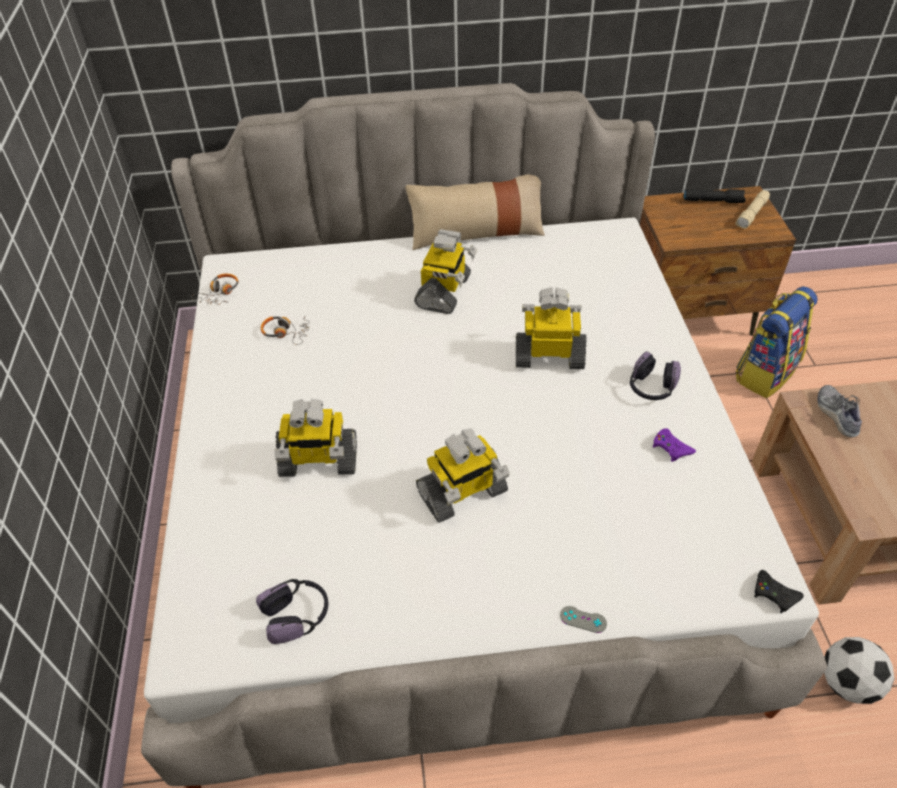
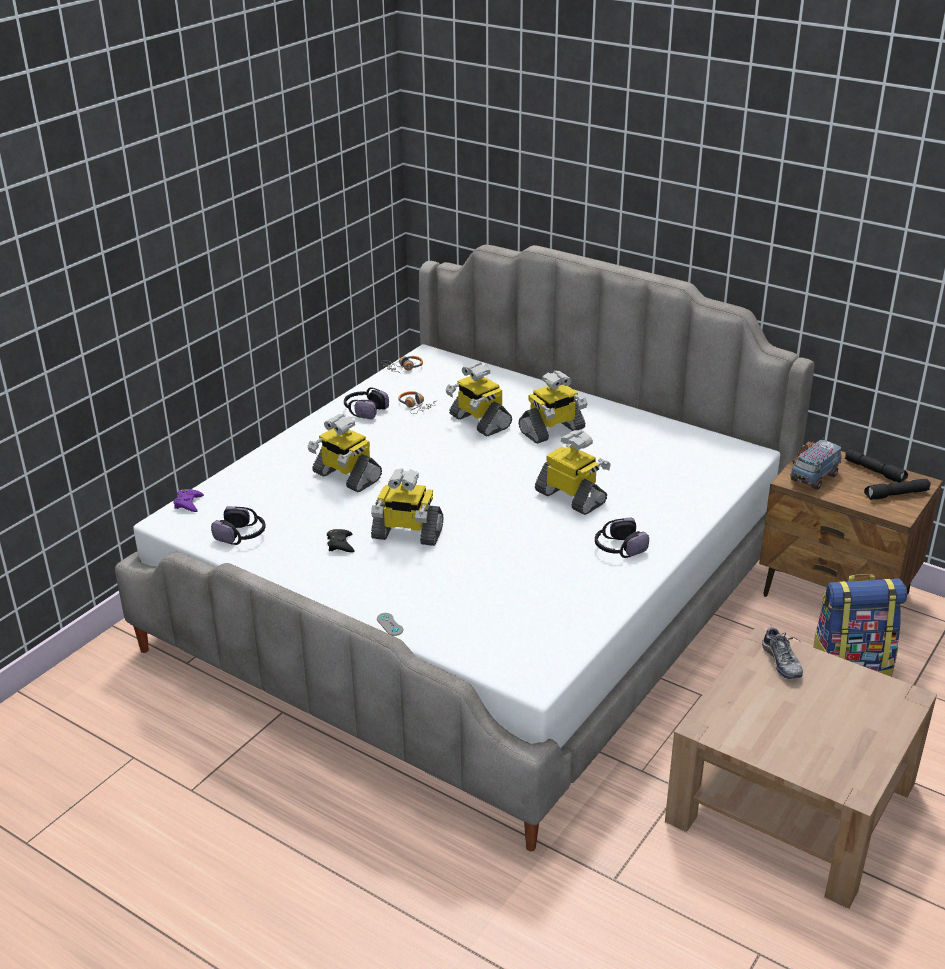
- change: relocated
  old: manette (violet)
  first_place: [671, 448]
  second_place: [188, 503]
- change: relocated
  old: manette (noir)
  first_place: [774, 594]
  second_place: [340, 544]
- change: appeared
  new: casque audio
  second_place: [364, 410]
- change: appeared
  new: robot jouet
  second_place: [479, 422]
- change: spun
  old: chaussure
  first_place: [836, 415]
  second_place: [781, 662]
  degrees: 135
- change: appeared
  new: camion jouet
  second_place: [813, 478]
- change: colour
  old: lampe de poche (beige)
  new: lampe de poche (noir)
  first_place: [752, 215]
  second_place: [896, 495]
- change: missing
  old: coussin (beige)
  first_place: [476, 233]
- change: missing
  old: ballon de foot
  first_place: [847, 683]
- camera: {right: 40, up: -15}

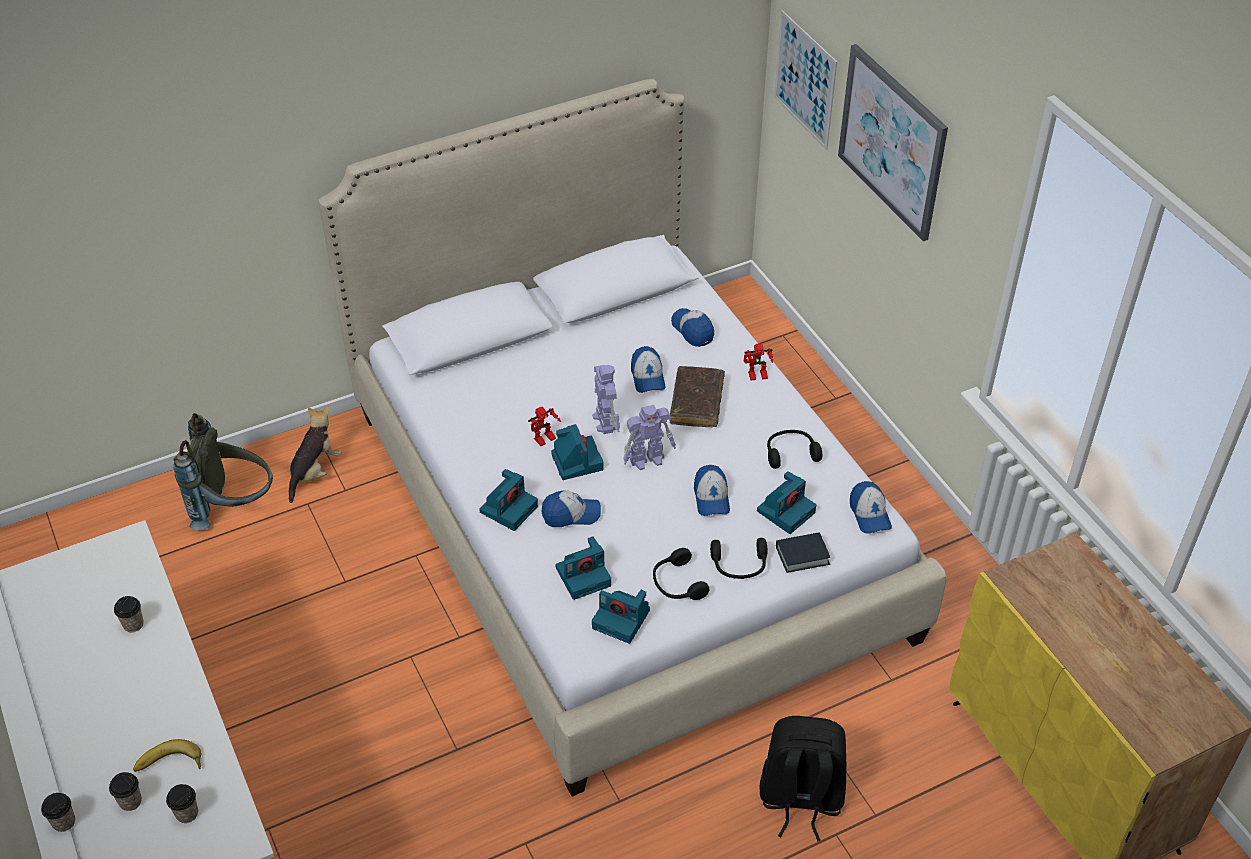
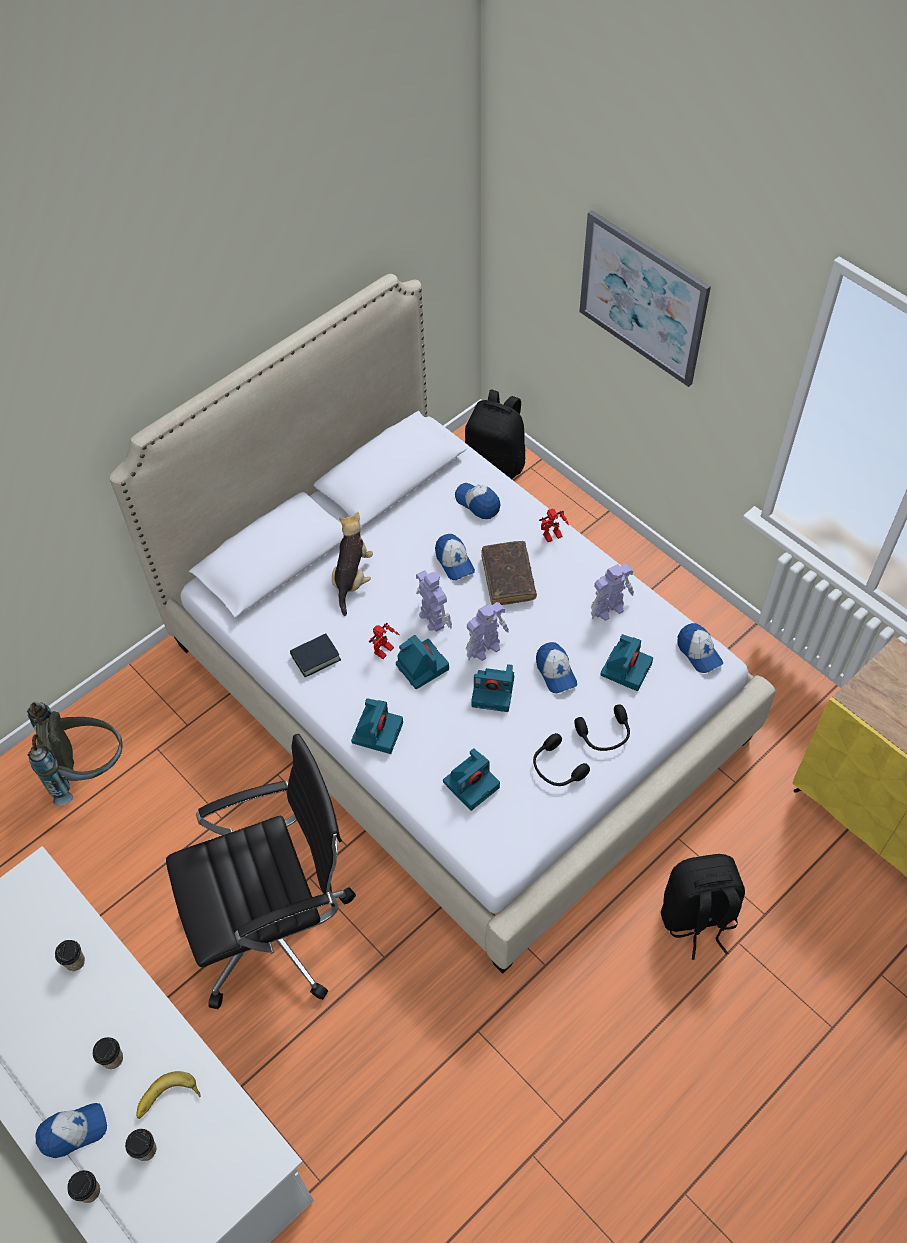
- change: relocated
  old: casquette
  first_place: [571, 514]
  second_place: [73, 1131]
- change: relocated
  old: tasse
  first_place: [187, 813]
  second_place: [113, 1059]
- change: appeared
  new: chaise de bureau (noir)
  second_place: [275, 928]
- change: relocated
  old: livre
  first_place: [802, 555]
  second_place: [315, 657]
- change: relocated
  old: peluche
  first_place: [314, 472]
  second_place: [352, 578]
- change: appeared
  new: sac à dos (noir)
  second_place: [496, 463]
- change: relocated
  old: appareil photo
  first_place: [622, 619]
  second_place: [494, 691]
- change: exchanged
  old: casque audio (noir)
  new: robot jouet
  first_place: [790, 453]
  second_place: [609, 608]
- change: missing
  old: tableau
  first_place: [805, 80]
- camera: {right: -15, up: 10}

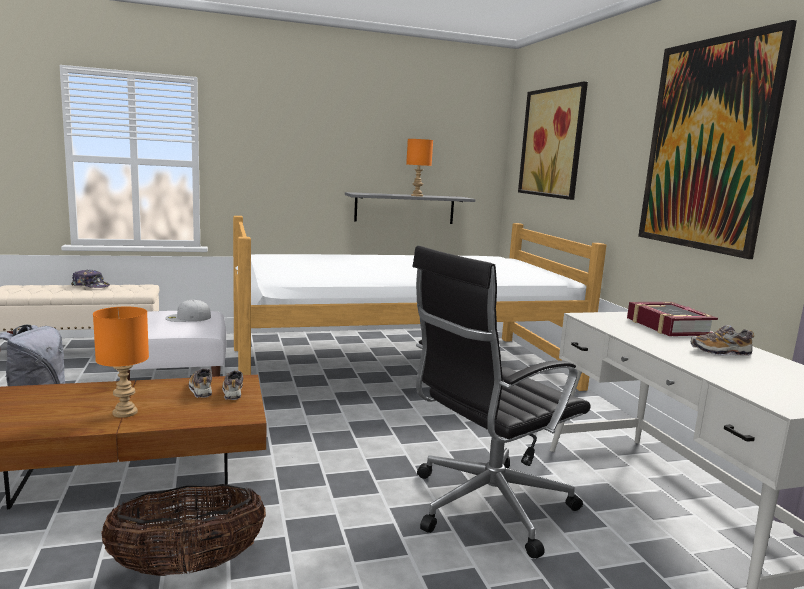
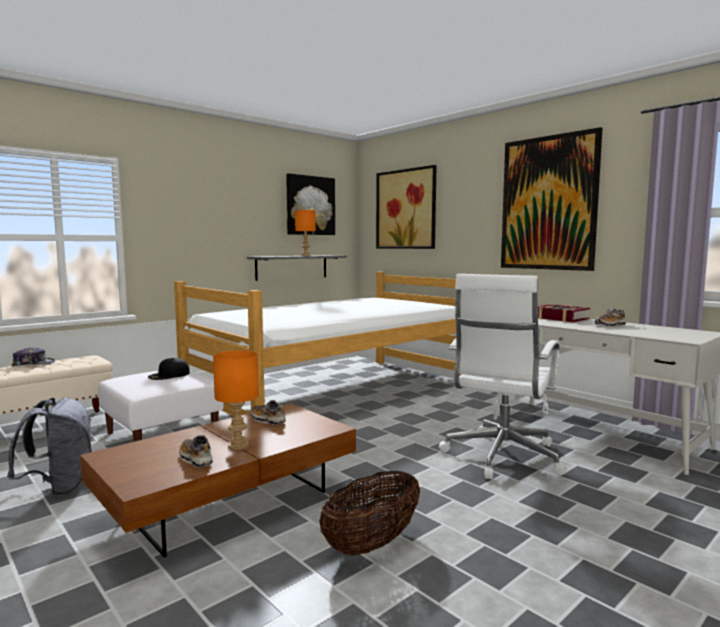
- change: colour
  old: casquette (blanc)
  new: casquette (noir)
  first_place: [188, 318]
  second_place: [168, 375]
- change: relocated
  old: chaussure
  first_place: [233, 391]
  second_place: [195, 459]
- change: appeared
  new: tableau
  second_place: [310, 205]
- change: colour
  old: chaise de bureau (noir)
  new: chaise de bureau (blanc)
  first_place: [485, 506]
  second_place: [501, 457]
- camera: {right: -25, up: -5}

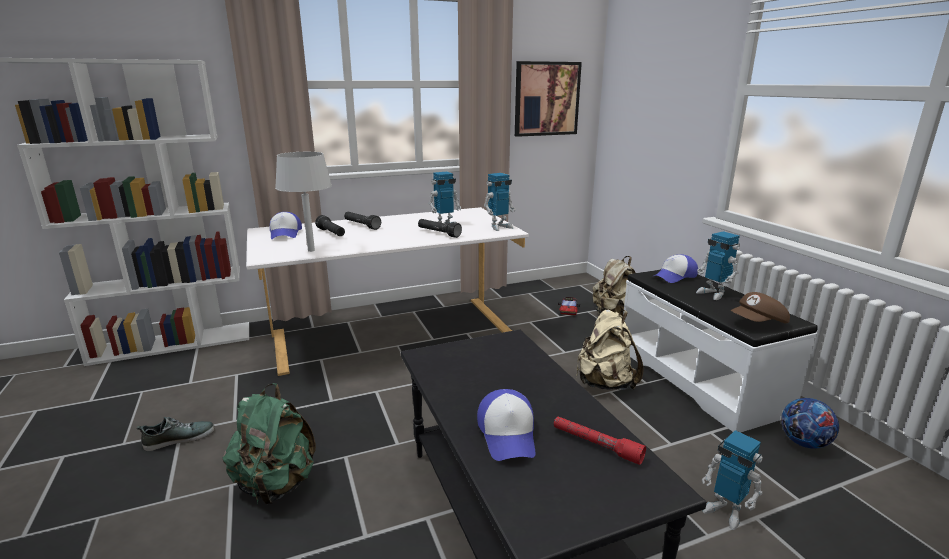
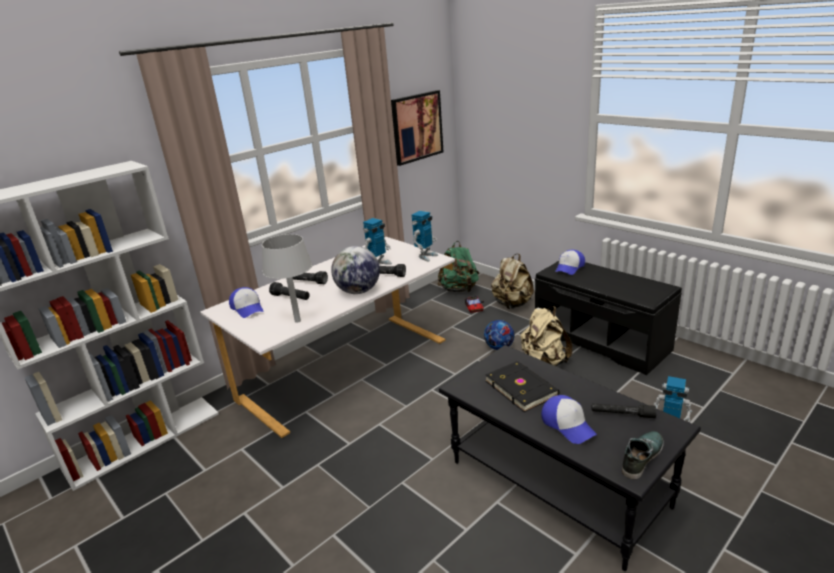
- change: appeared
  new: globe
  second_place: [358, 291]
- change: relocated
  old: sac à dos (vert)
  first_place: [276, 484]
  second_place: [459, 290]
- change: relocated
  old: ballon de foot
  first_place: [804, 443]
  second_place: [499, 347]
- change: appeared
  new: livre (noir)
  second_place: [521, 387]
- change: colour
  old: banc (blanc)
  new: banc (noir)
  first_place: [698, 378]
  second_place: [601, 340]
- change: colour
  old: lampe de poche (rouge)
  new: lampe de poche (noir)
  first_place: [596, 445]
  second_place: [622, 414]
- change: relocated
  old: chaussure
  first_place: [179, 438]
  second_place: [641, 457]
- change: missing
  old: robot jouet
  first_place: [713, 293]
- change: missing
  old: casquette (marron)
  first_place: [758, 323]
- camera: {right: -20, up: 5}

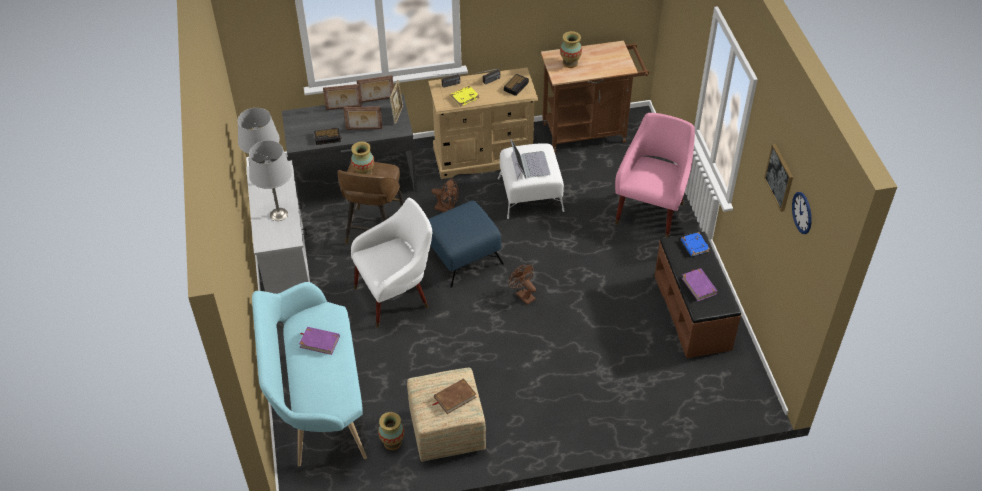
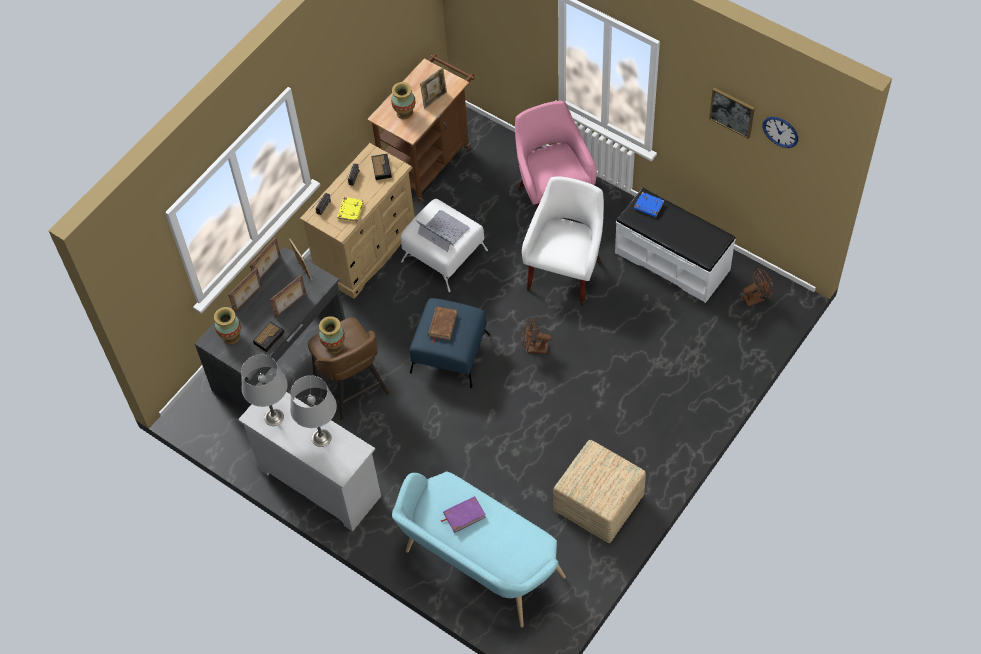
- change: relocated
  old: vase
  first_place: [392, 442]
  second_place: [231, 336]
- change: appeared
  new: cadre photo
  second_place: [434, 99]
- change: relocated
  old: livre (marron)
  first_place: [455, 397]
  second_place: [442, 325]
- change: relocated
  old: fauteuil (blanc)
  first_place: [396, 295]
  second_place: [566, 270]
- change: colour
  old: banc (marron)
  new: banc (blanc)
  first_place: [693, 312]
  second_place: [672, 260]
- change: relocated
  old: ventilateur (marron)
  first_place: [447, 209]
  second_place: [756, 298]
- change: missing
  old: livre (violet)
  first_place: [699, 286]
- camera: {right: -40, up: 10}

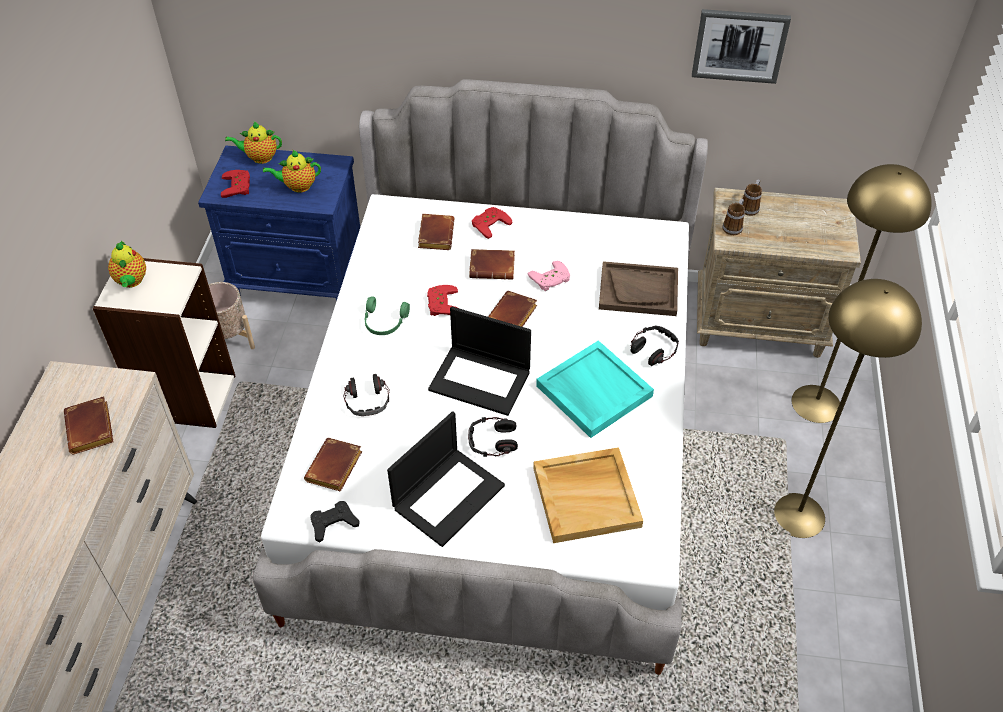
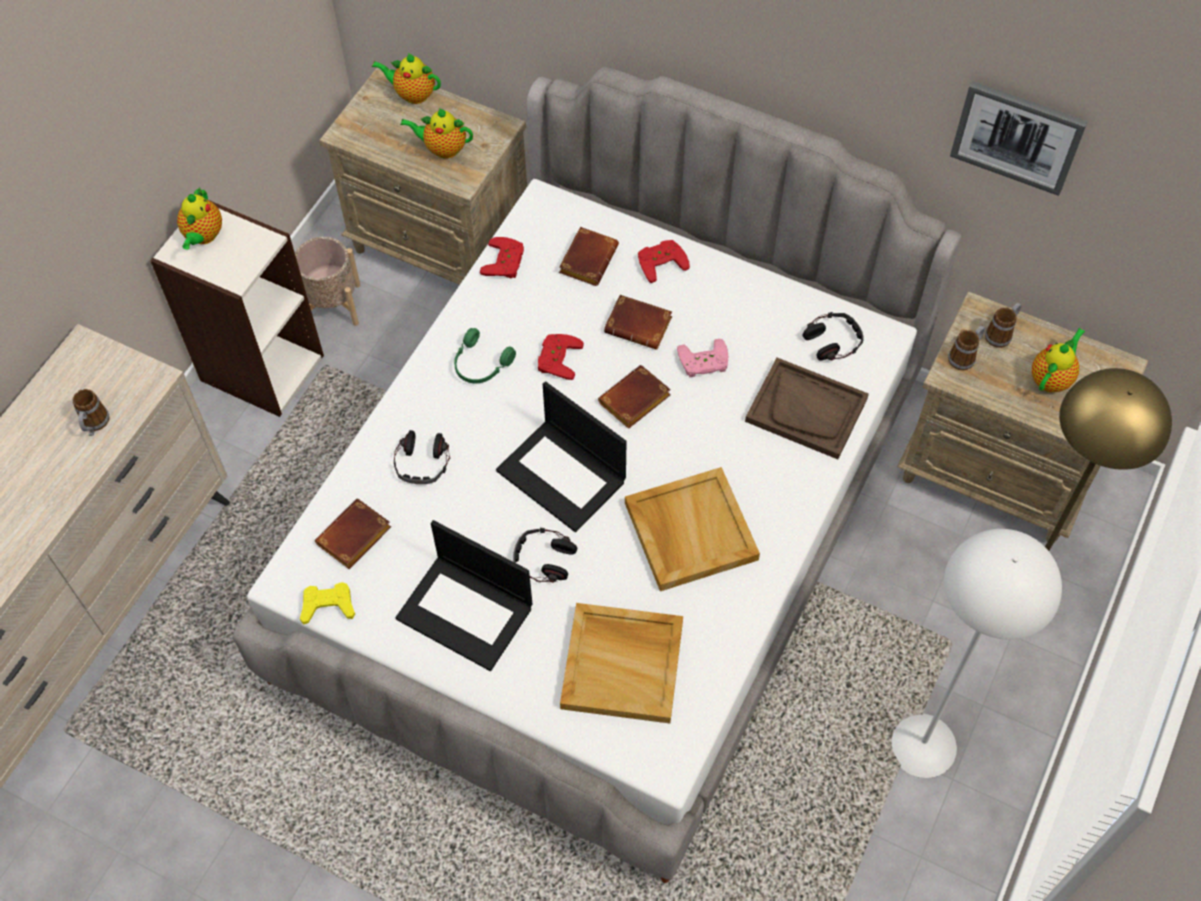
- change: exchanged
  old: livre (marron)
  new: mug
  first_place: [92, 430]
  second_place: [94, 425]
- change: colour
  old: manette (noir)
  new: manette (jaune)
  first_place: [333, 523]
  second_place: [328, 605]
- change: colour
  old: table de chevet (bleu)
  new: table de chevet (beige)
  first_place: [299, 278]
  second_place: [442, 244]
- change: spun
  old: ordinateur portable
  first_place: [448, 495]
  second_place: [467, 612]
  degrees: 60
- change: relocated
  old: manette (rouge)
  first_place: [238, 186]
  second_place: [506, 262]
- change: colour
  old: plateau (turquoise)
  new: plateau (beige)
  first_place: [593, 391]
  second_place: [689, 531]
- change: relocated
  old: casque audio
  first_place: [653, 349]
  second_place: [832, 341]
- change: colour
  old: lampadaire (jaune)
  new: lampadaire (blanc)
  first_place: [798, 515]
  second_place: [923, 745]
- change: appeared
  new: théière
  second_place: [1052, 378]
- camera: {right: 20, up: 10}

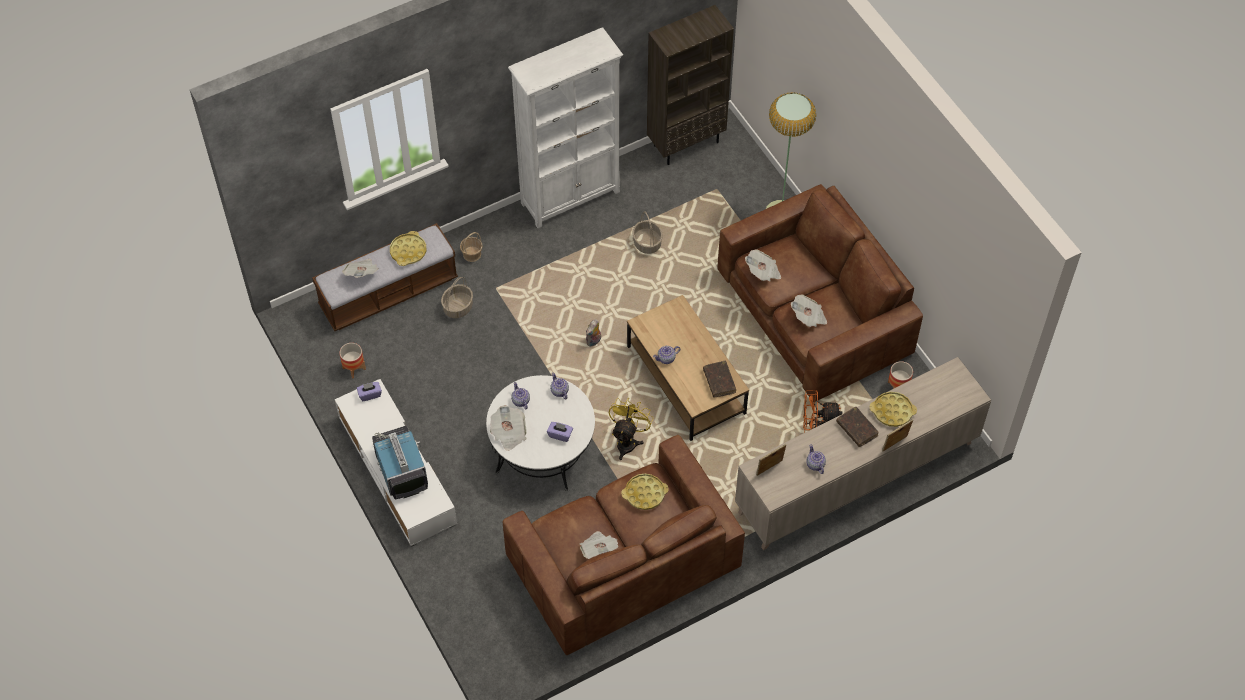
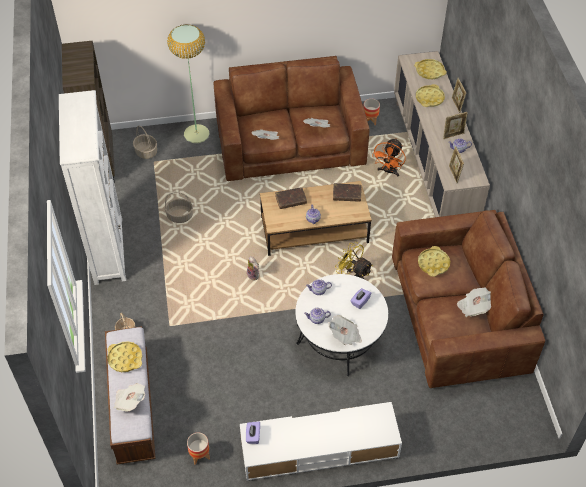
- change: relocated
  old: panier
  first_place: [458, 307]
  second_place: [146, 152]
- change: relocated
  old: livre (marron)
  first_place: [856, 429]
  second_place: [290, 200]
- change: appeared
  new: plateau (jaune)
  second_place: [429, 71]
- change: appeared
  new: cadre photo
  second_place: [453, 135]
- change: missing
  old: téléviseur
  first_place: [401, 469]
- camera: {right: -70, up: -5}

